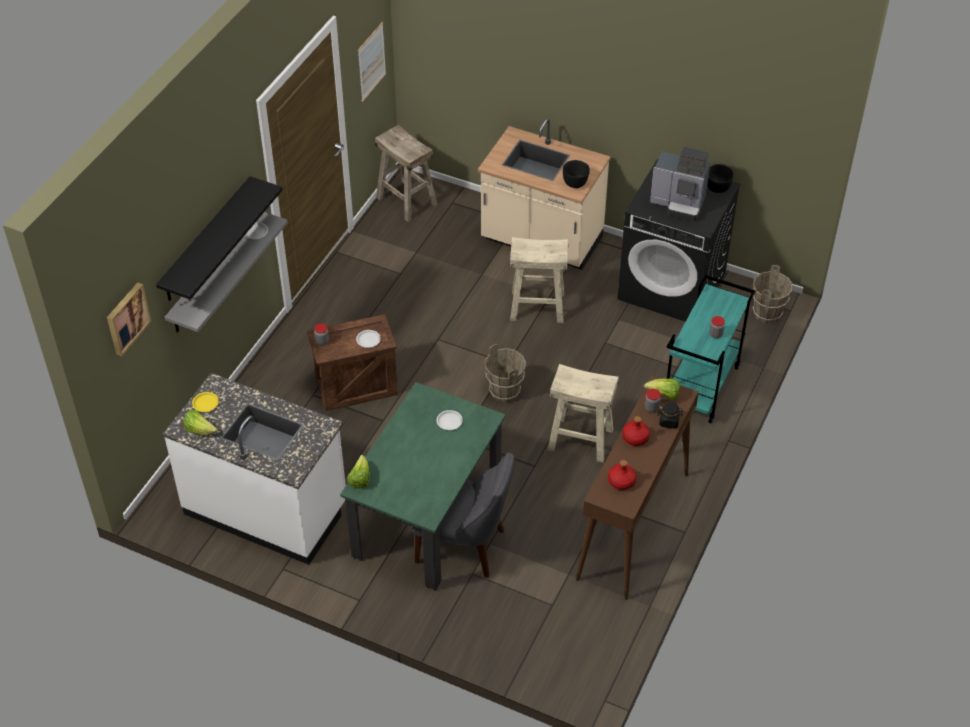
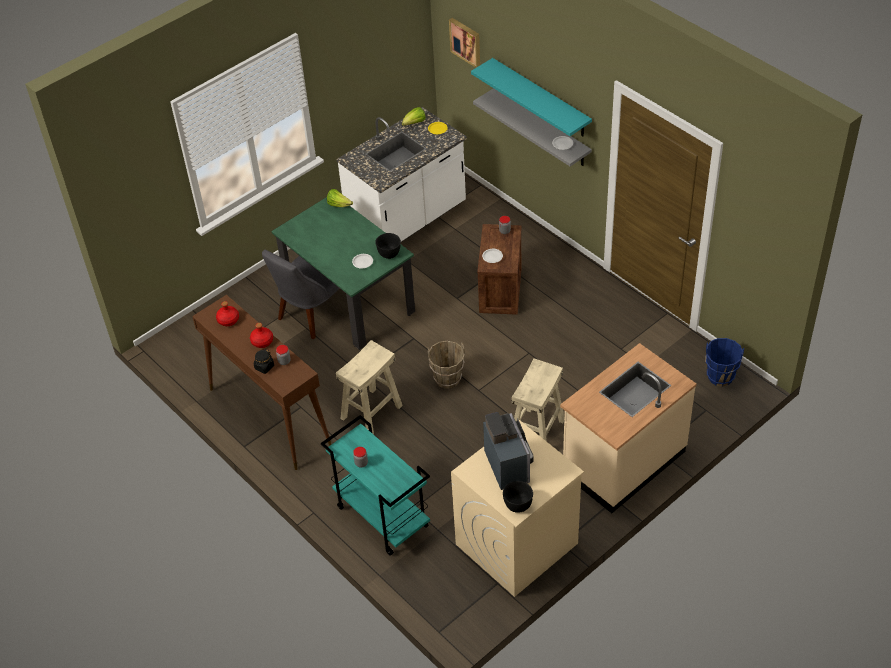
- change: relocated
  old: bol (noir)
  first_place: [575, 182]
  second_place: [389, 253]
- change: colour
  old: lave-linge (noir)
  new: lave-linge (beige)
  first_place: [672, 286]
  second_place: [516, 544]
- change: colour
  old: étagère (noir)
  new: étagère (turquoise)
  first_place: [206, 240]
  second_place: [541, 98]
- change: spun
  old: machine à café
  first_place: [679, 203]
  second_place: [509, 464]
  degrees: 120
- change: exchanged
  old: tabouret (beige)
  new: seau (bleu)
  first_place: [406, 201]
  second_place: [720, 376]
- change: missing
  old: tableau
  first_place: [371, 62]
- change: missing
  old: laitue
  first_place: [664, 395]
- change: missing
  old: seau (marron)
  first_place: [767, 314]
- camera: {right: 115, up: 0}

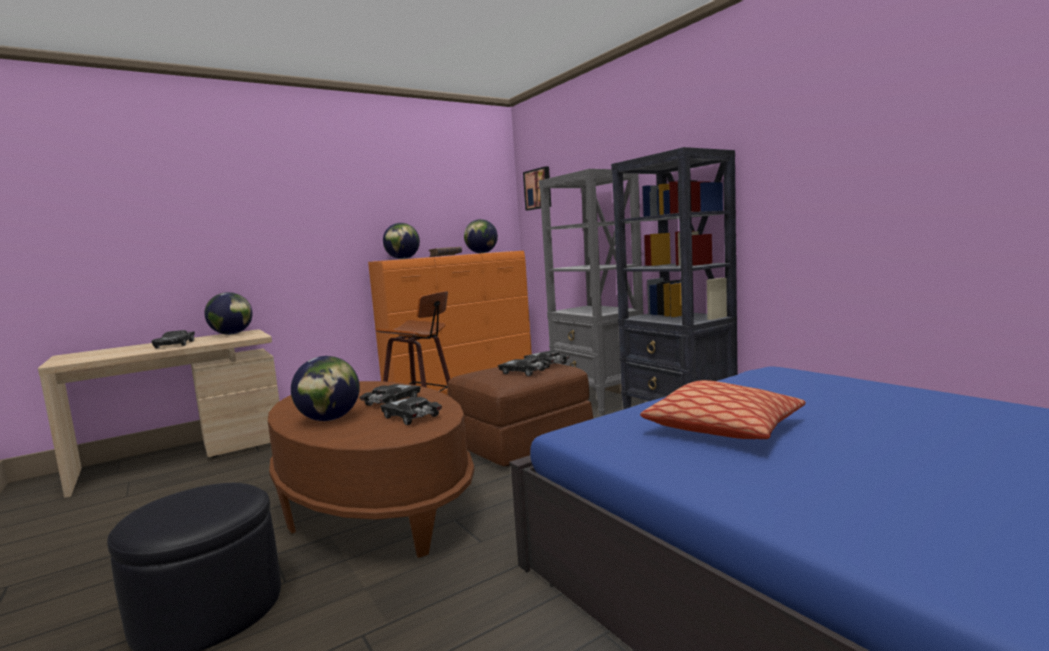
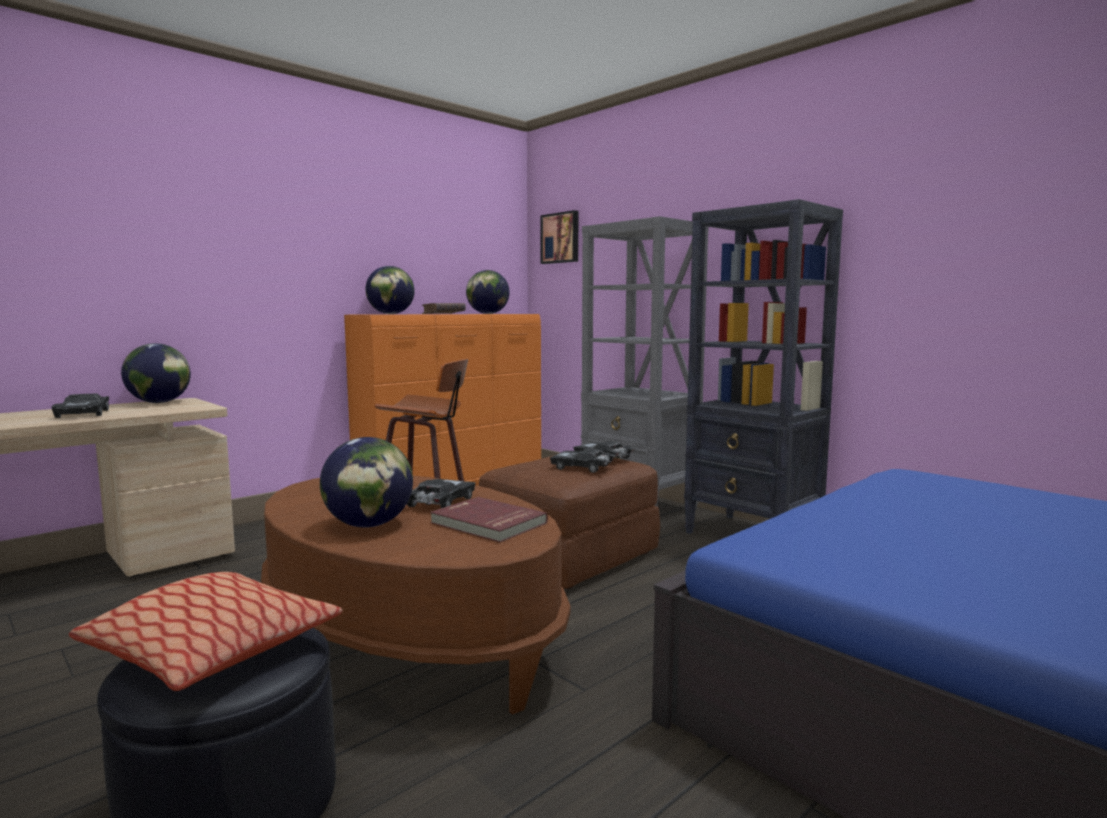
- change: relocated
  old: coussin
  first_place: [724, 428]
  second_place: [214, 650]
- change: exchanged
  old: petite voiture (noir)
  new: livre (rouge)
  first_place: [411, 417]
  second_place: [487, 523]
- camera: {right: -10, up: 0}

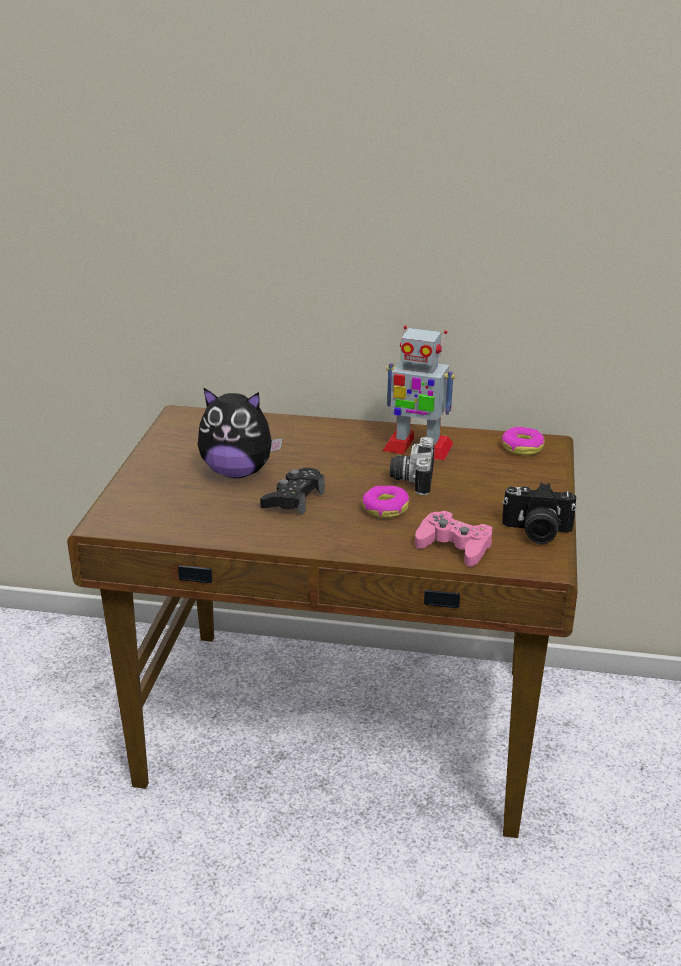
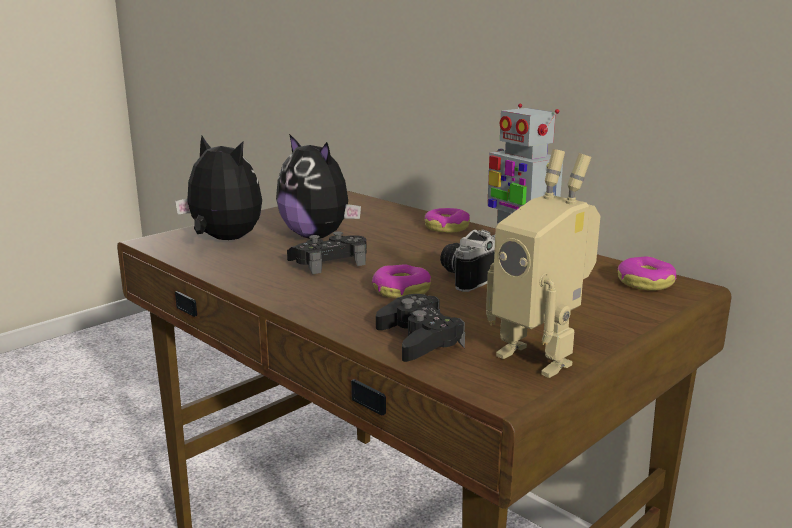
- change: appeared
  new: peluche
  second_place: [223, 240]
- change: colour
  old: manette (rose)
  new: manette (noir)
  first_place: [454, 546]
  second_place: [419, 339]
- change: appeared
  new: beignet
  second_place: [447, 227]
- change: exchanged
  old: appareil photo
  new: robot jouet
  first_place: [536, 532]
  second_place: [541, 356]
- camera: {right: 35, up: -10}

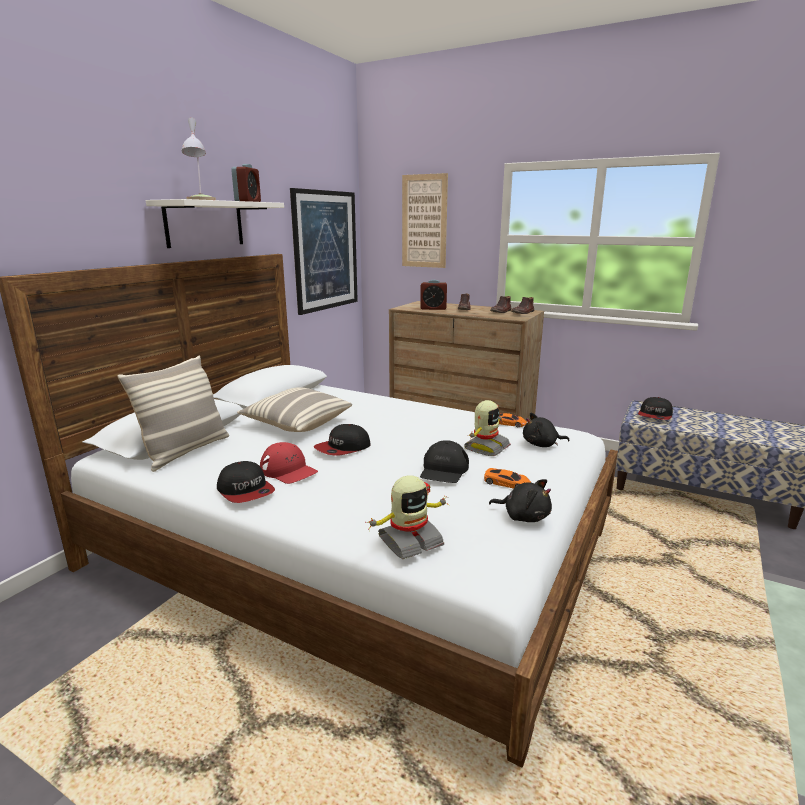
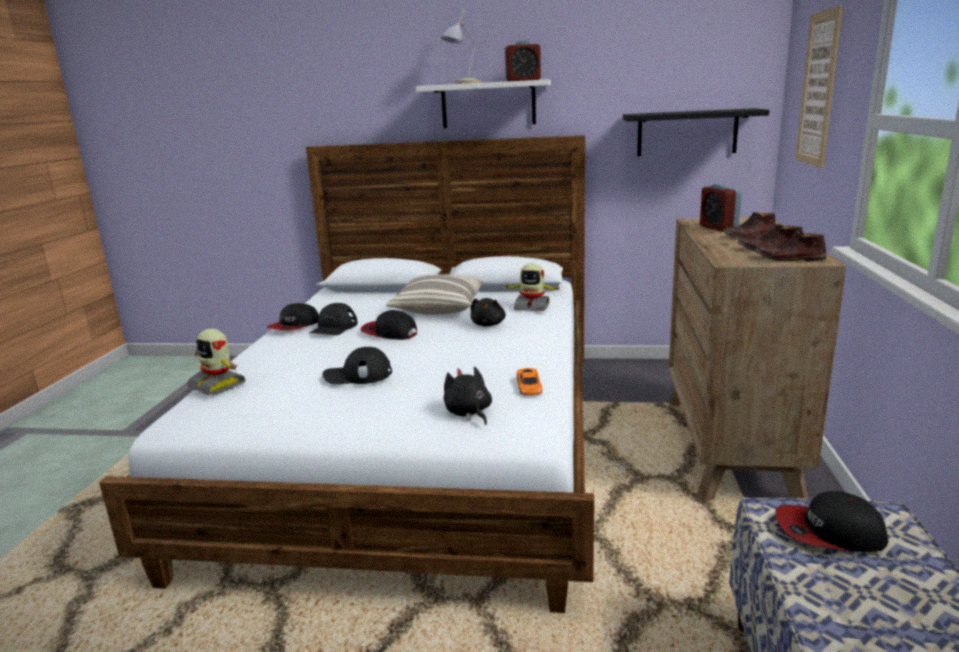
- change: colour
  old: casquette (rouge)
  new: casquette (noir)
  first_place: [288, 470]
  second_place: [334, 328]
- change: relocated
  old: peluche (noir)
  first_place: [523, 516]
  second_place: [488, 324]
- change: relocated
  old: robot jouet
  first_place: [486, 447]
  second_place: [532, 307]
- change: exchanged
  old: tableau
  new: étagère (noir)
  first_place: [326, 251]
  second_place: [687, 133]
- change: missing
  old: coussin
  first_place: [185, 451]
- change: missing
  old: petite voiture (orange)
  first_place: [507, 483]
- camera: {right: 70, up: 0}

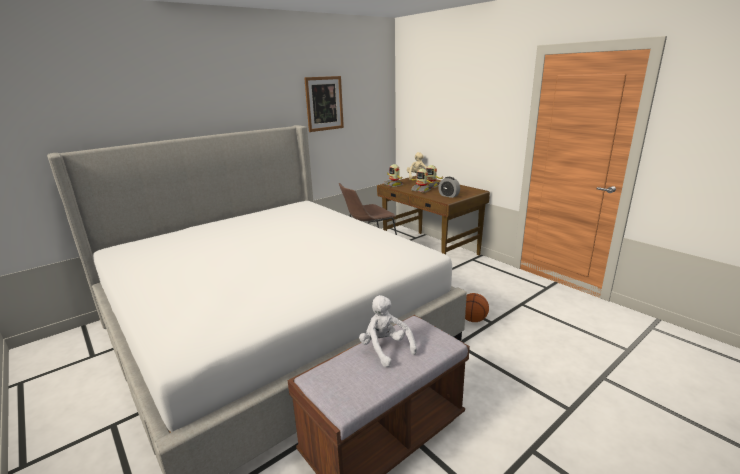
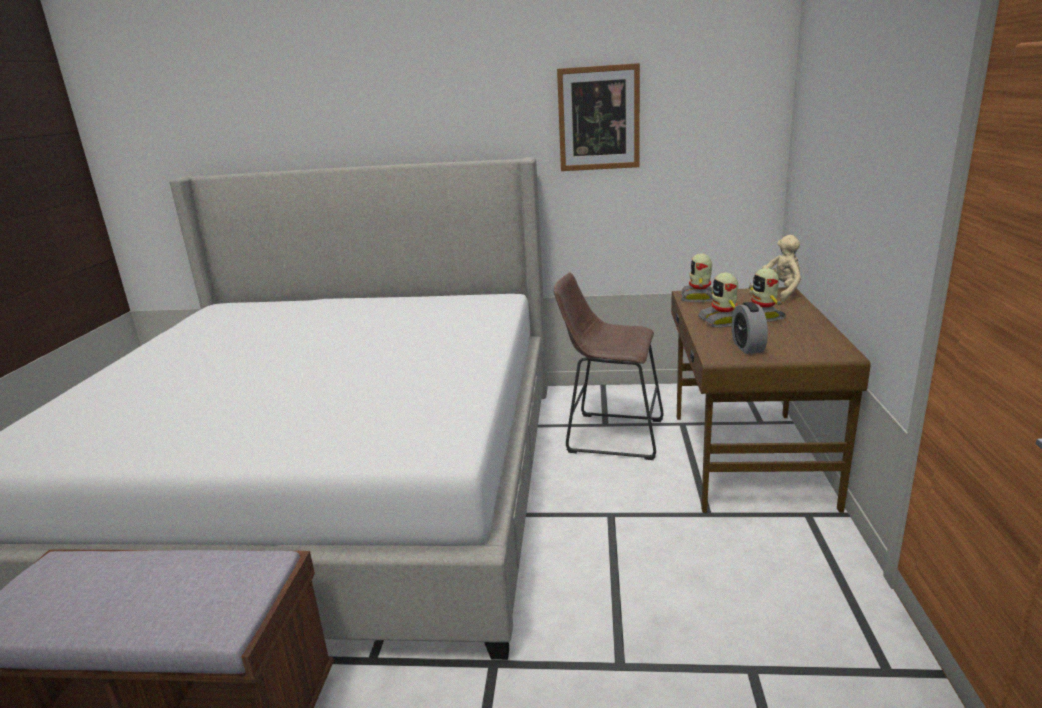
- change: missing
  old: peluche (blanc)
  first_place: [385, 349]
- change: missing
  old: ballon de basket
  first_place: [473, 319]
- camera: {right: 45, up: 0}

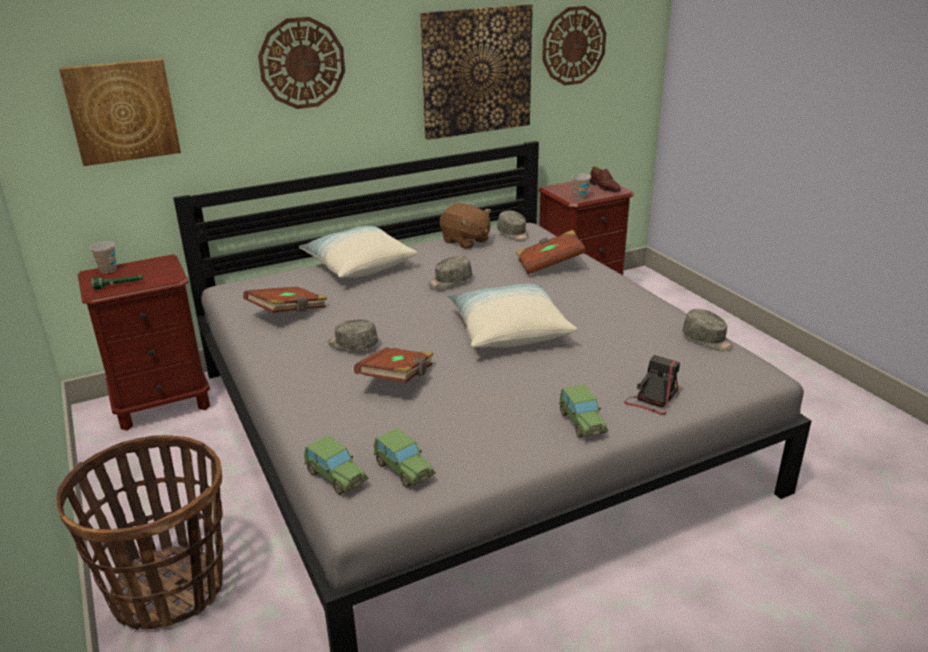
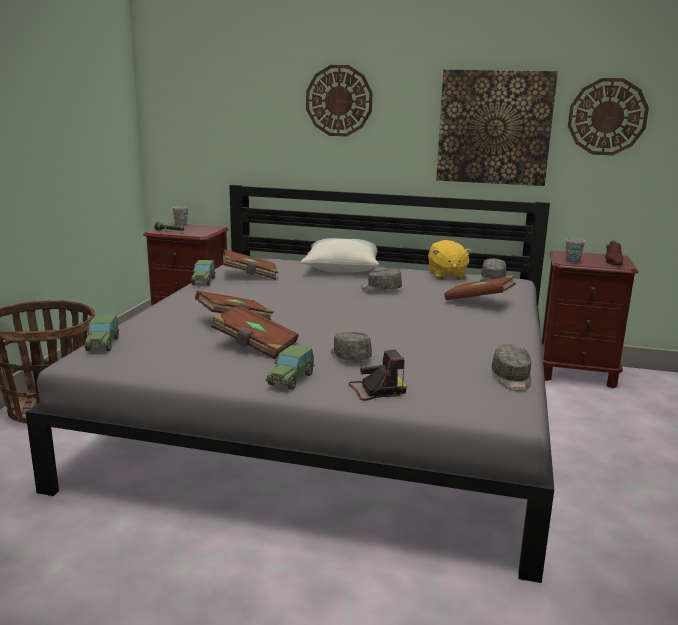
- change: relocated
  old: petite voiture
  first_place: [403, 470]
  second_place: [203, 281]
- change: appeared
  new: livre (marron)
  second_place: [255, 346]
- change: relocated
  old: casquette (gris)
  first_place: [352, 345]
  second_place: [349, 356]
- change: colour
  old: peluche (marron)
  new: peluche (jaune)
  first_place: [465, 241]
  second_place: [446, 275]
- change: missing
  old: tableau
  first_place: [122, 111]
- change: missing
  old: coussin
  first_place: [508, 331]
- camera: {right: 40, up: -10}

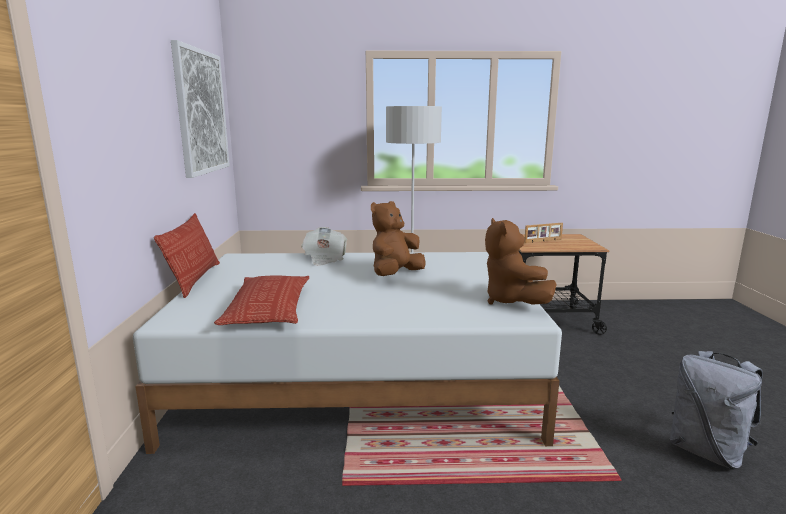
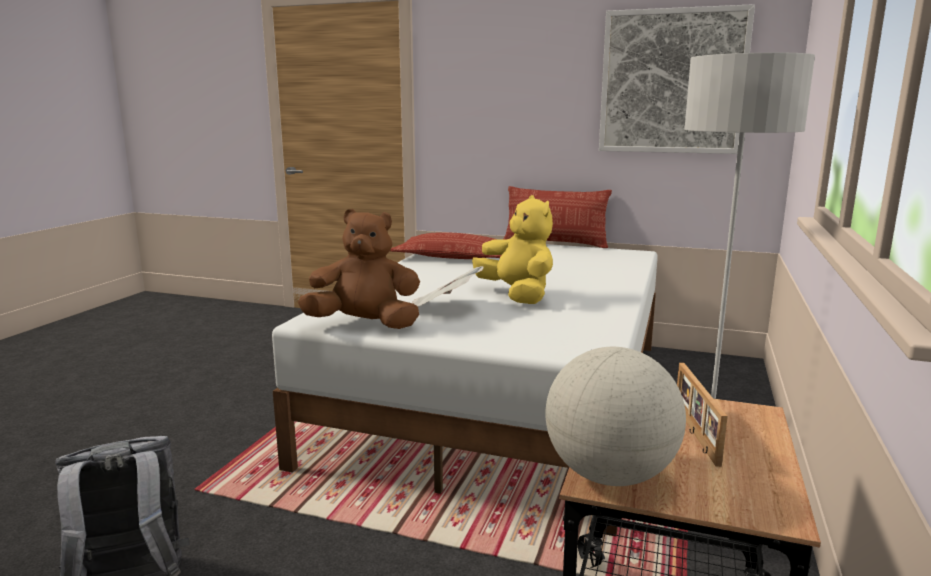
- change: relocated
  old: journal
  first_place: [324, 258]
  second_place: [444, 307]
- change: colour
  old: peluche (marron)
  new: peluche (jaune)
  first_place: [395, 275]
  second_place: [517, 295]
- change: appeared
  new: globe
  second_place: [610, 475]
- camera: {right: 110, up: 0}

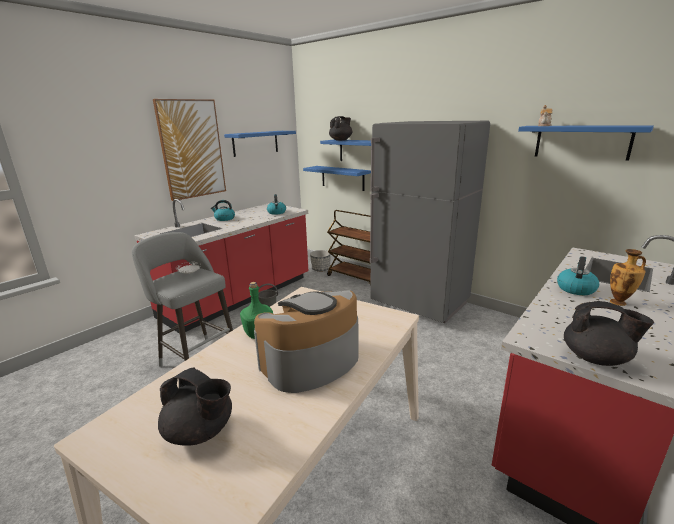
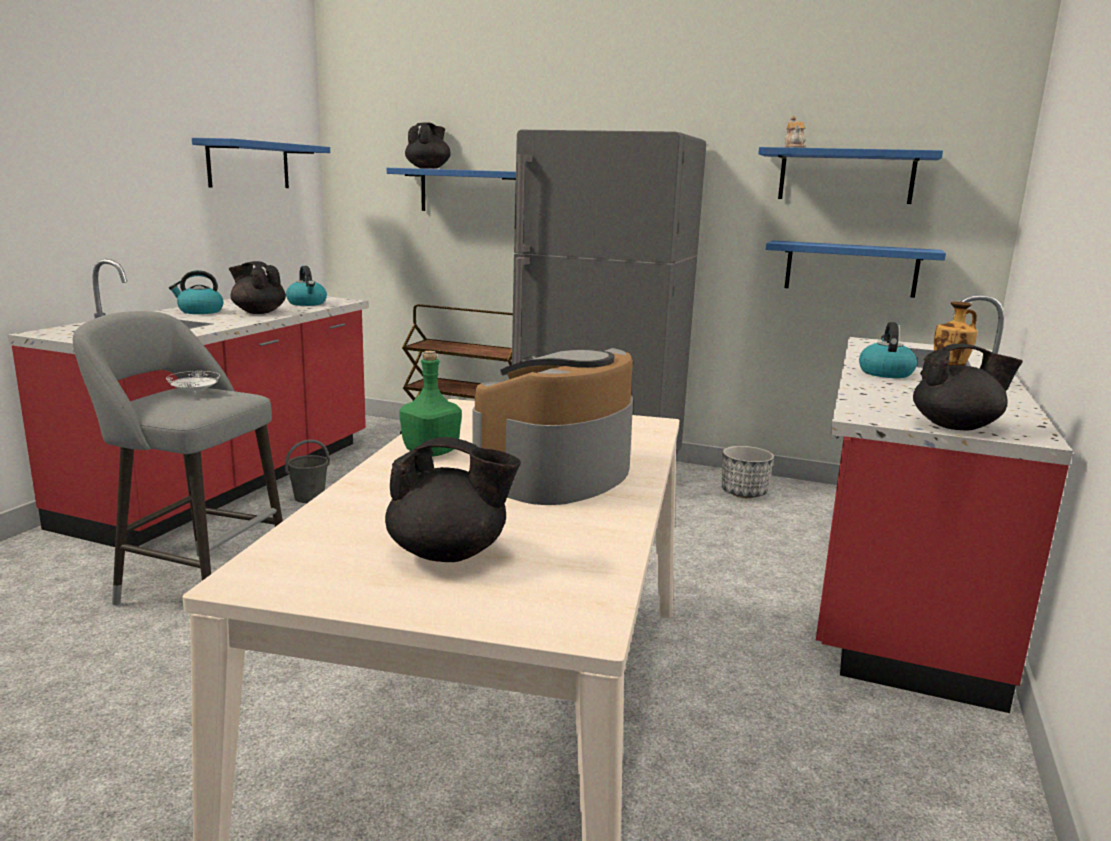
- change: appeared
  new: théière (noir)
  second_place: [258, 312]
- change: relocated
  old: cache-pot
  first_place: [321, 269]
  second_place: [744, 493]
- change: relocated
  old: étagère (bleu)
  first_place: [342, 178]
  second_place: [851, 268]
- change: missing
  old: tableau
  first_place: [192, 149]
- camera: {right: -20, up: -5}

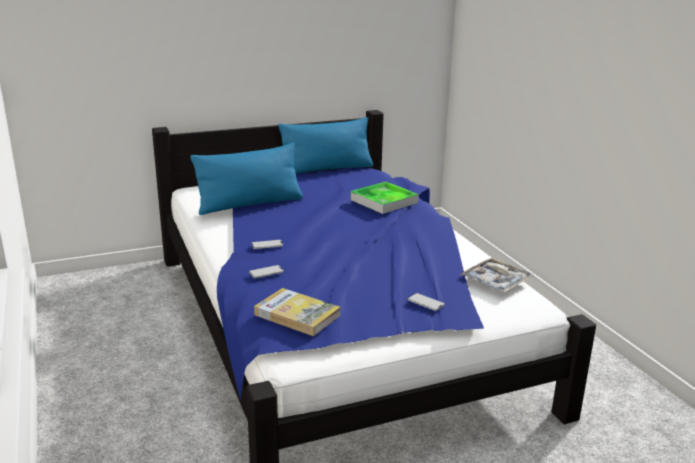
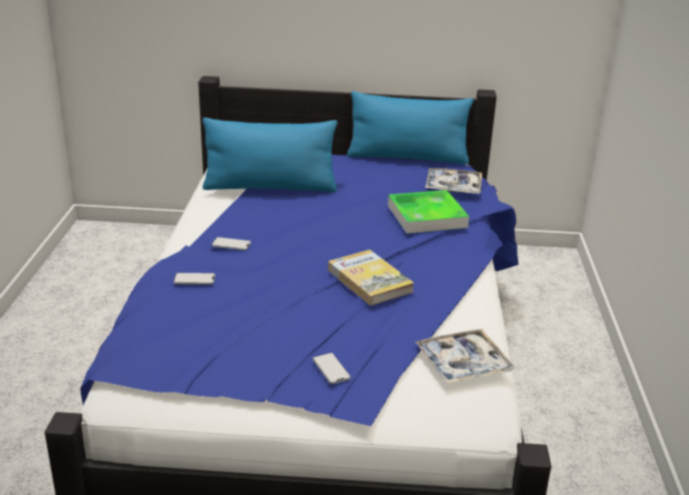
- change: relocated
  old: livre
  first_place: [297, 315]
  second_place: [369, 281]
- change: appeared
  new: plateau
  second_place: [453, 187]
- camera: {right: 25, up: 5}

